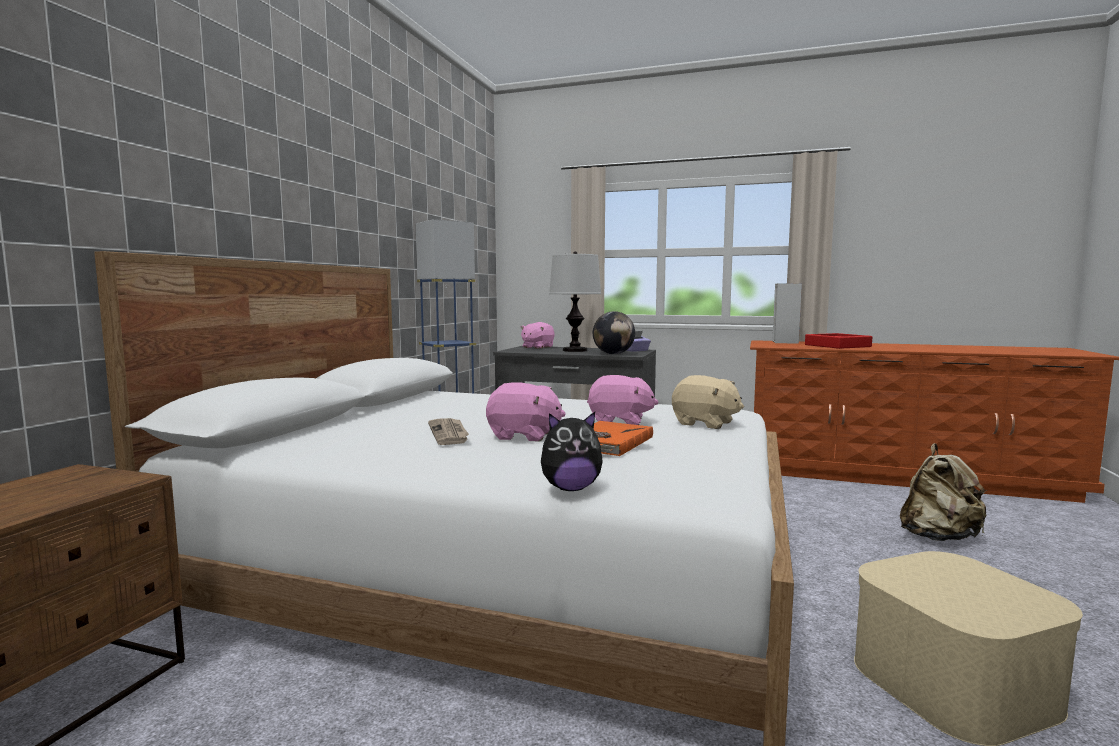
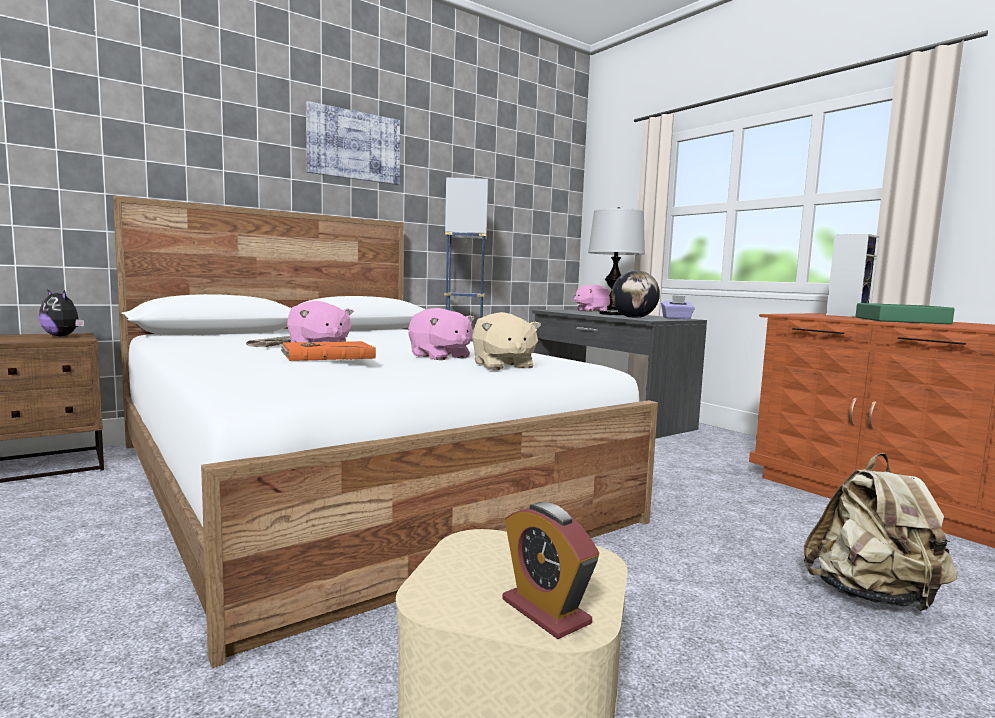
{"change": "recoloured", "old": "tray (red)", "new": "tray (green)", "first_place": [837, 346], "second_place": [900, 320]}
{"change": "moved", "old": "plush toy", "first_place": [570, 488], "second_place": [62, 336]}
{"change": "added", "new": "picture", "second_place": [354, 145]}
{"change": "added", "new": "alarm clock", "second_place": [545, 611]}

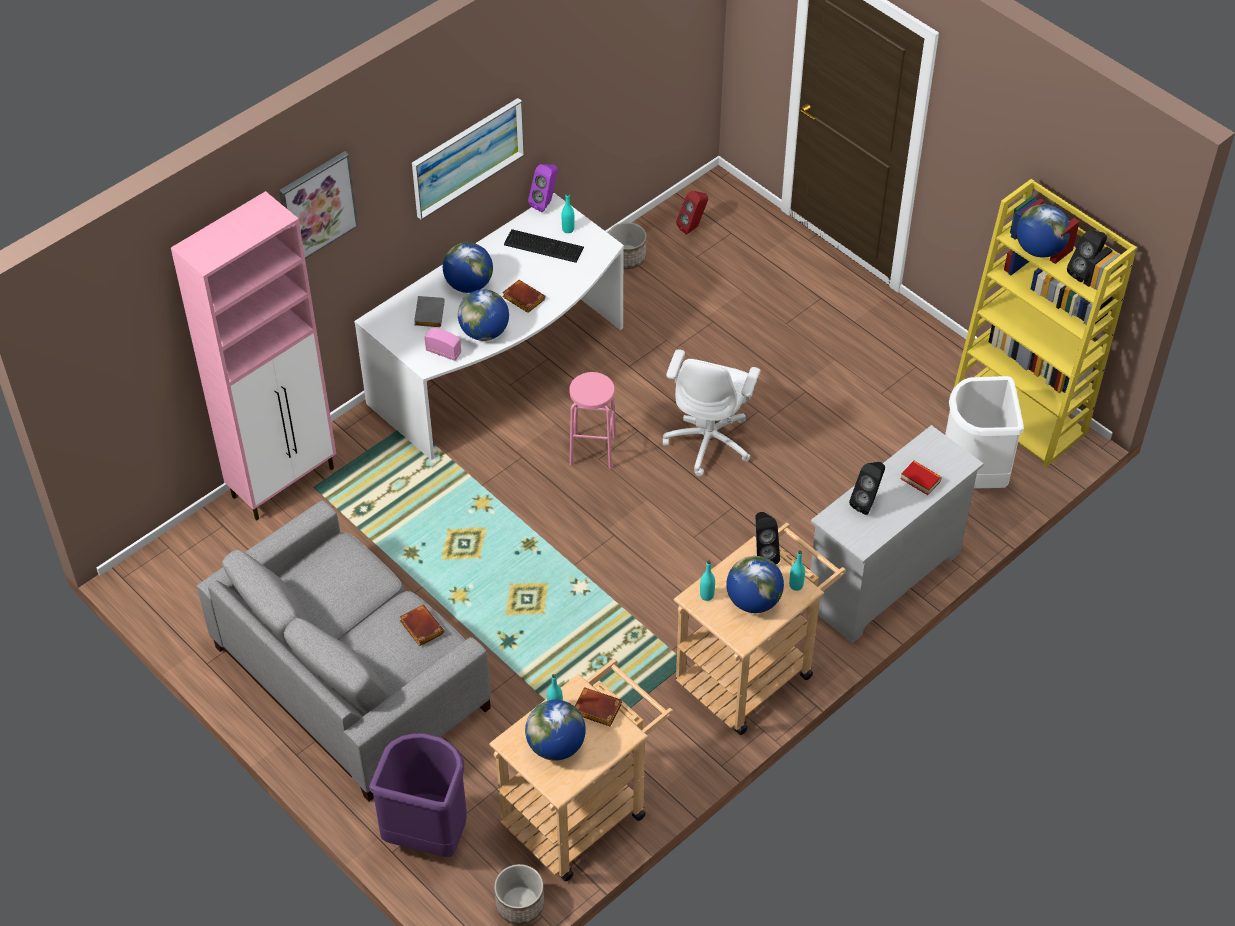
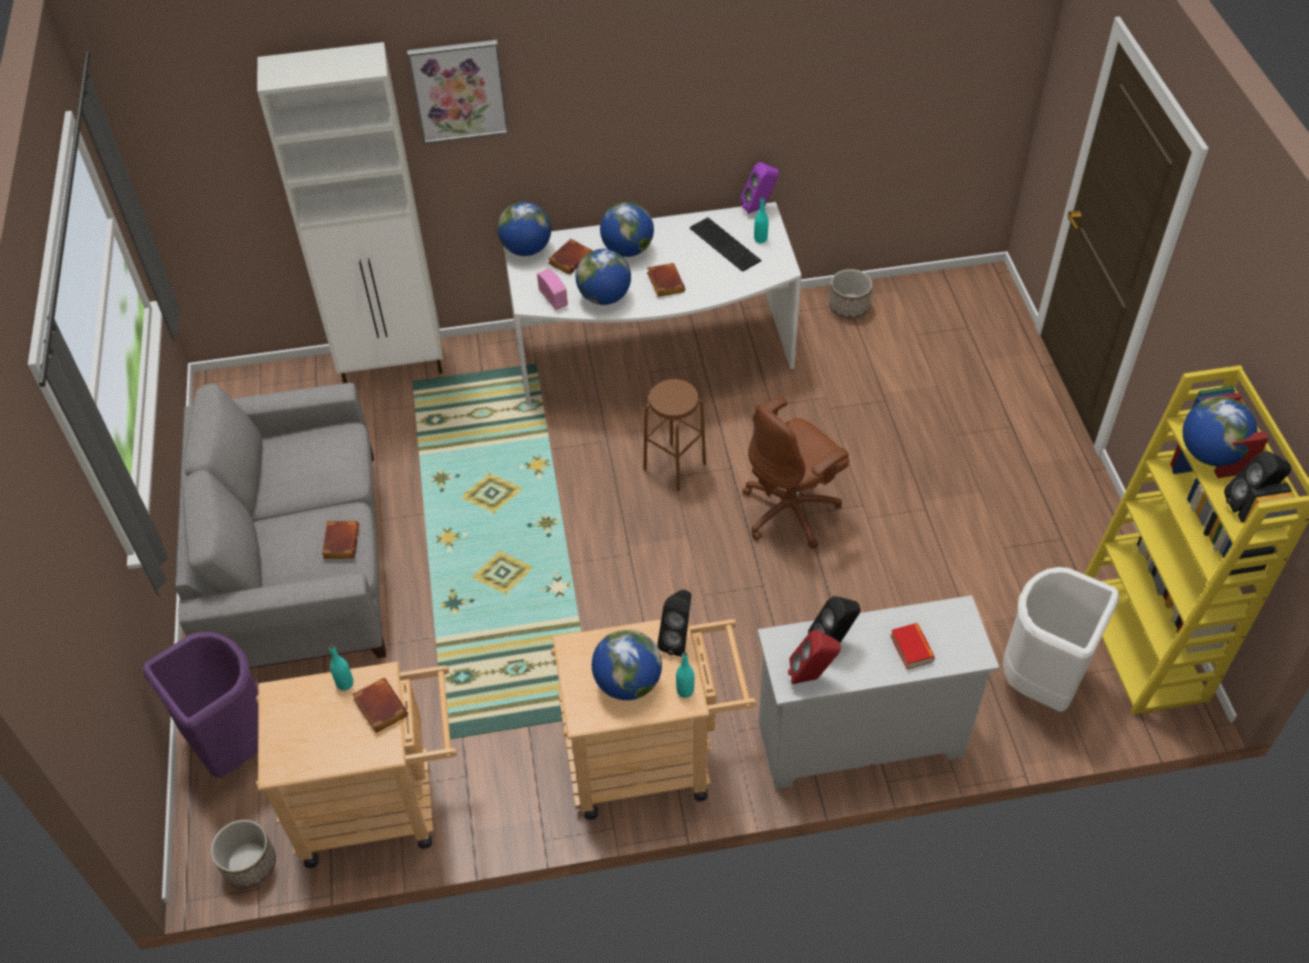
{"change": "removed", "old": "picture", "first_place": [467, 157]}
{"change": "moved", "old": "speaker (red)", "first_place": [693, 227], "second_place": [812, 676]}
{"change": "recoloured", "old": "cabinet (pink)", "new": "cabinet (white)", "first_place": [284, 482], "second_place": [394, 365]}
{"change": "recoloured", "old": "book (grey)", "new": "book (brown)", "first_place": [428, 313], "second_place": [570, 259]}
{"change": "recoloured", "old": "office chair (white)", "new": "office chair (brown)", "first_place": [709, 441], "second_place": [791, 511]}
{"change": "recoloured", "old": "stool (pink)", "new": "stool (brown)", "first_place": [592, 451], "second_place": [674, 466]}
{"change": "removed", "old": "bottle (turquoise)", "first_place": [707, 595]}
{"change": "moved", "old": "globe", "first_place": [556, 745], "second_place": [526, 249]}

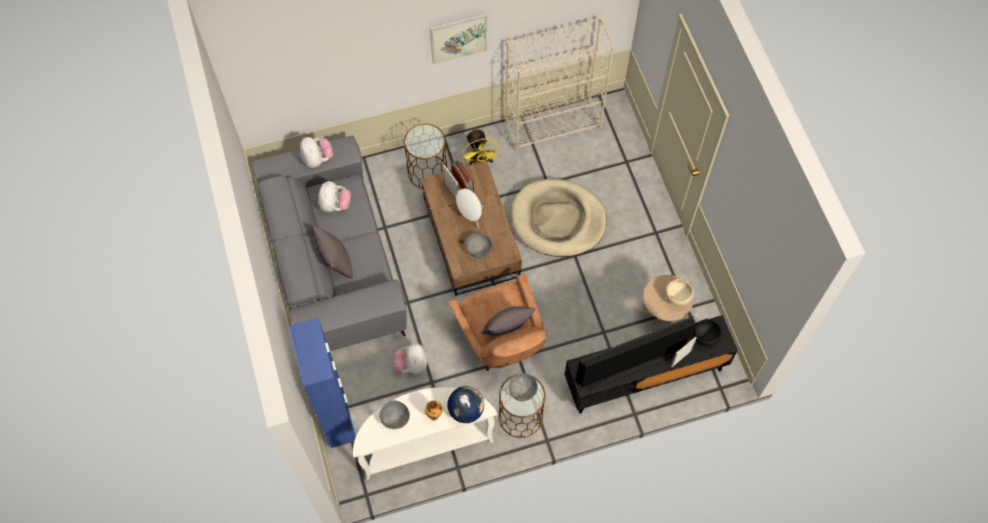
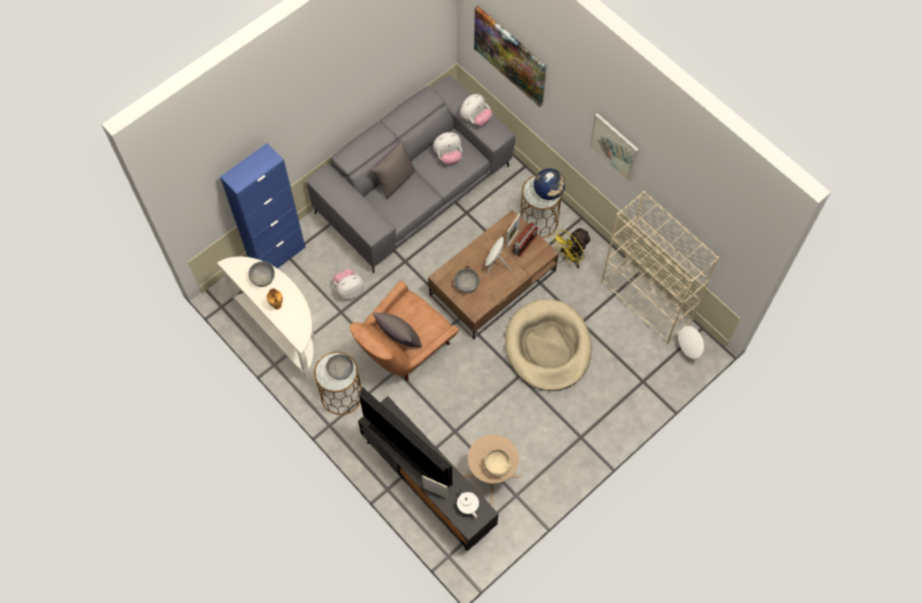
{"change": "replaced", "old": "bowl (black)", "new": "teapot (white)", "first_place": [705, 337], "second_place": [467, 506]}
{"change": "moved", "old": "globe", "first_place": [466, 410], "second_place": [548, 192]}
{"change": "added", "new": "picture", "second_place": [510, 55]}
{"change": "added", "new": "speaker (white)", "second_place": [688, 352]}

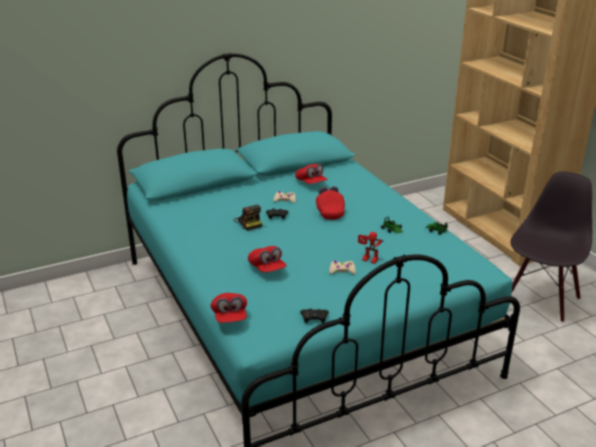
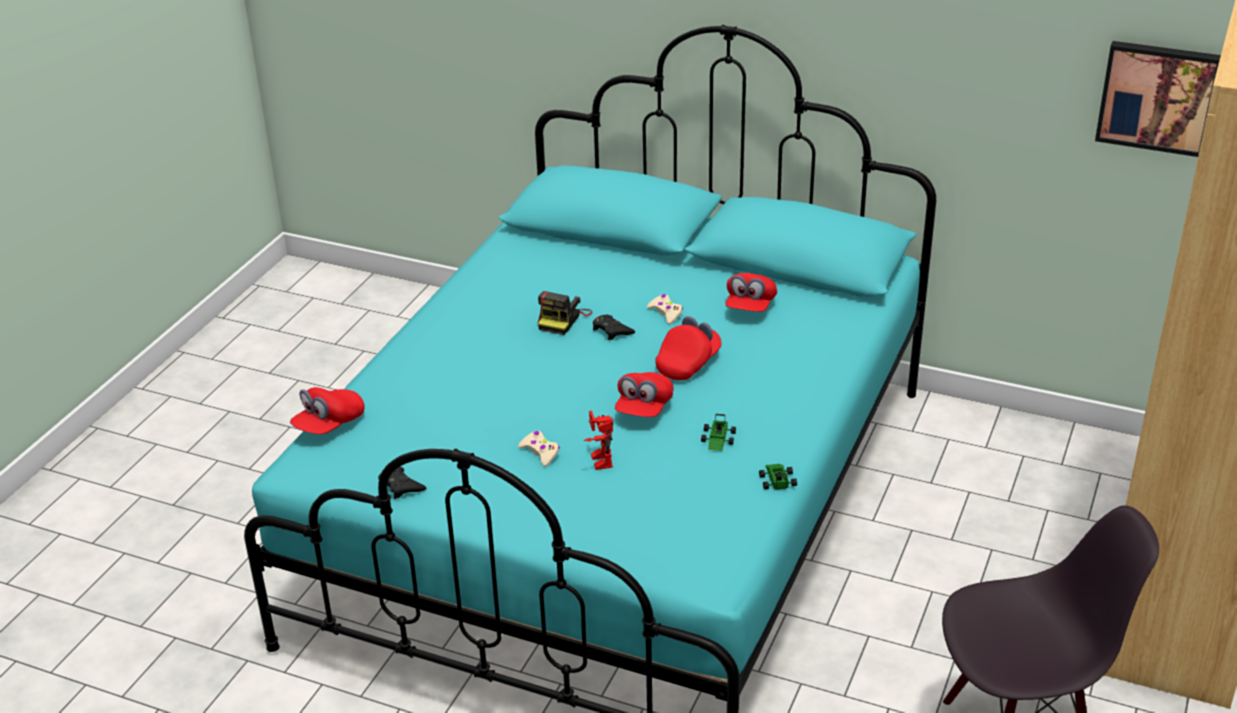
{"change": "moved", "old": "cap (red)", "first_place": [267, 268], "second_place": [644, 408]}
{"change": "added", "new": "picture", "second_place": [1158, 96]}

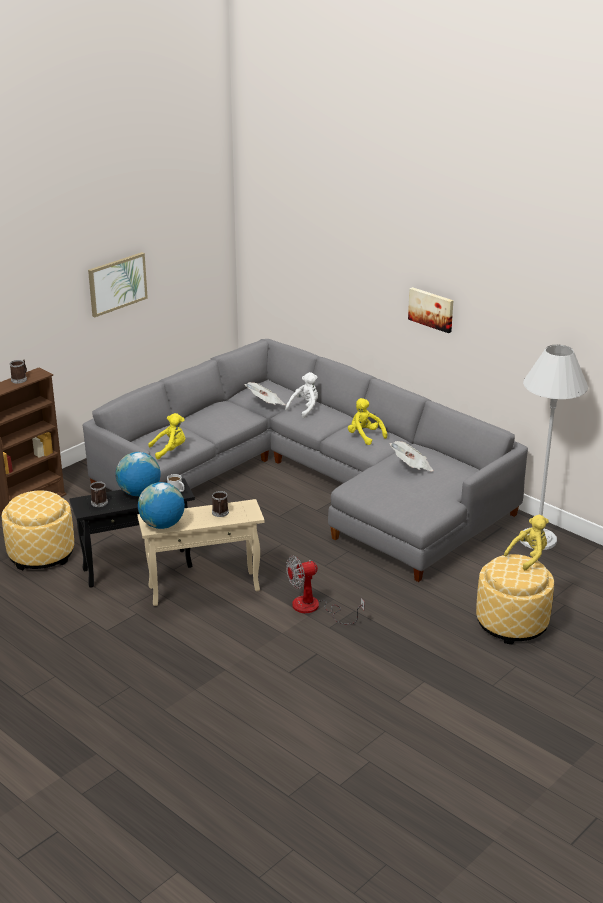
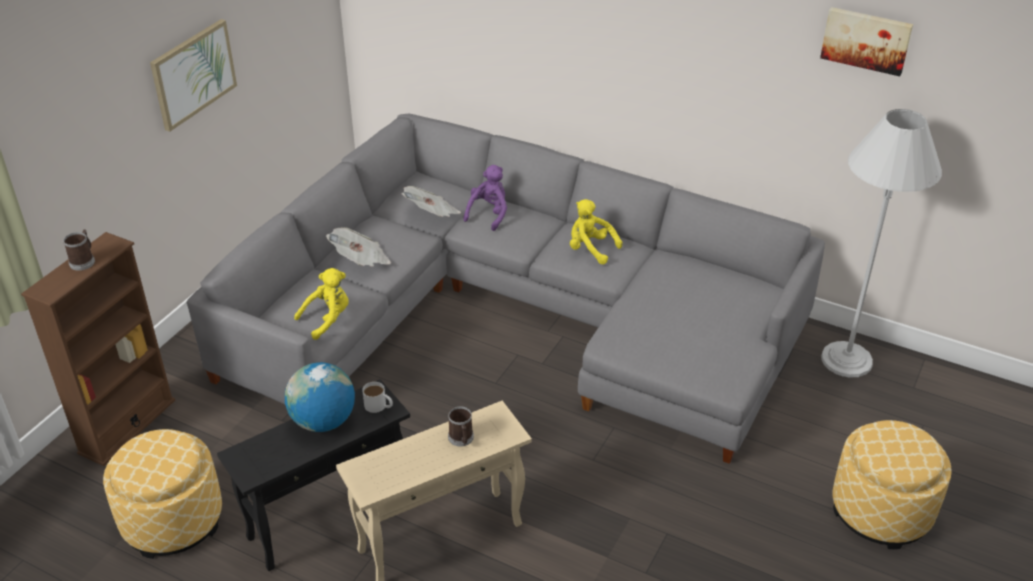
{"change": "moved", "old": "picture", "first_place": [431, 309], "second_place": [866, 40]}
{"change": "recoloured", "old": "plush toy (white)", "new": "plush toy (purple)", "first_place": [305, 408], "second_place": [489, 214]}
{"change": "moved", "old": "newspaper", "first_place": [411, 467], "second_place": [361, 261]}
{"change": "removed", "old": "mug", "first_place": [99, 503]}
{"change": "removed", "old": "globe", "first_place": [162, 525]}
{"change": "removed", "old": "plush toy (yellow)", "first_place": [528, 556]}
{"change": "removed", "old": "fan", "first_place": [314, 608]}

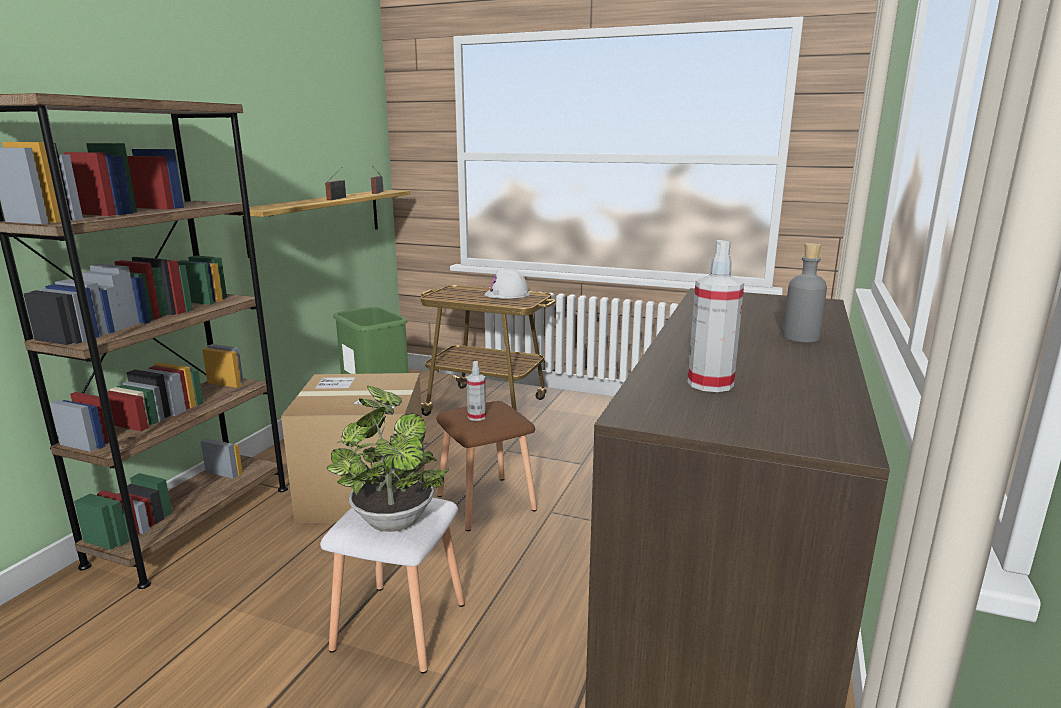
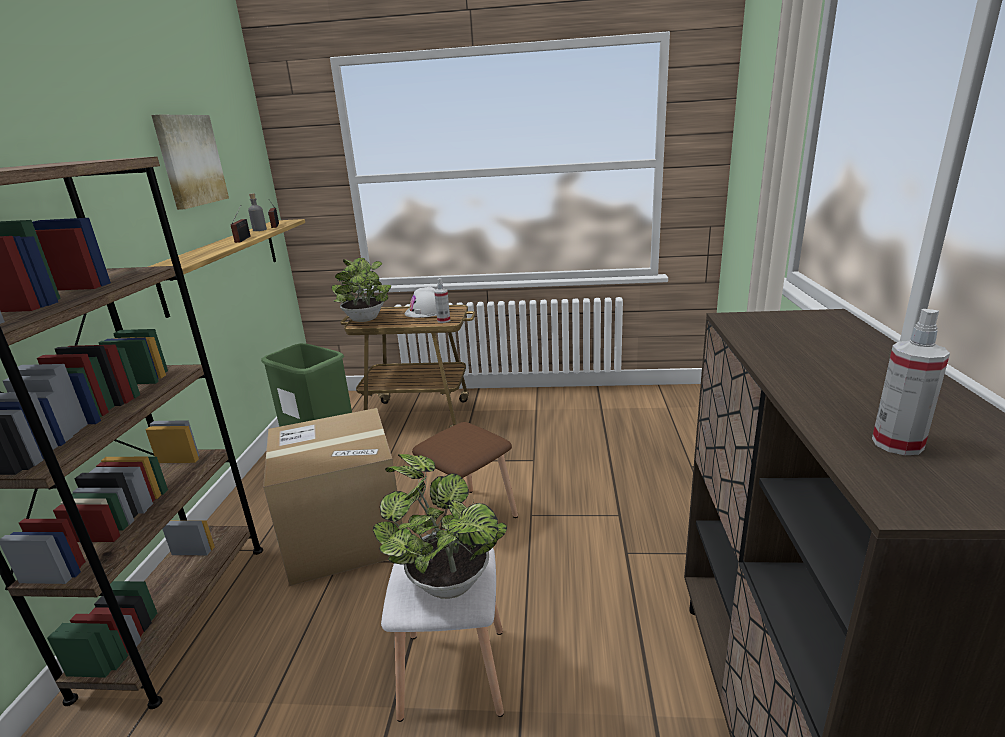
{"change": "moved", "old": "bottle (grey)", "first_place": [800, 337], "second_place": [259, 230]}
{"change": "moved", "old": "spray bottle", "first_place": [477, 417], "second_place": [443, 320]}
{"change": "added", "new": "picture", "second_place": [190, 160]}
{"change": "added", "new": "potted plant", "second_place": [365, 320]}

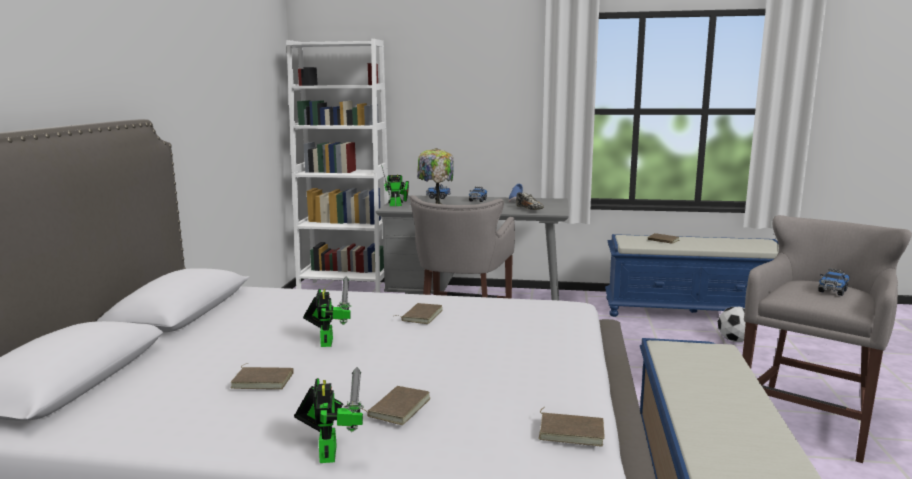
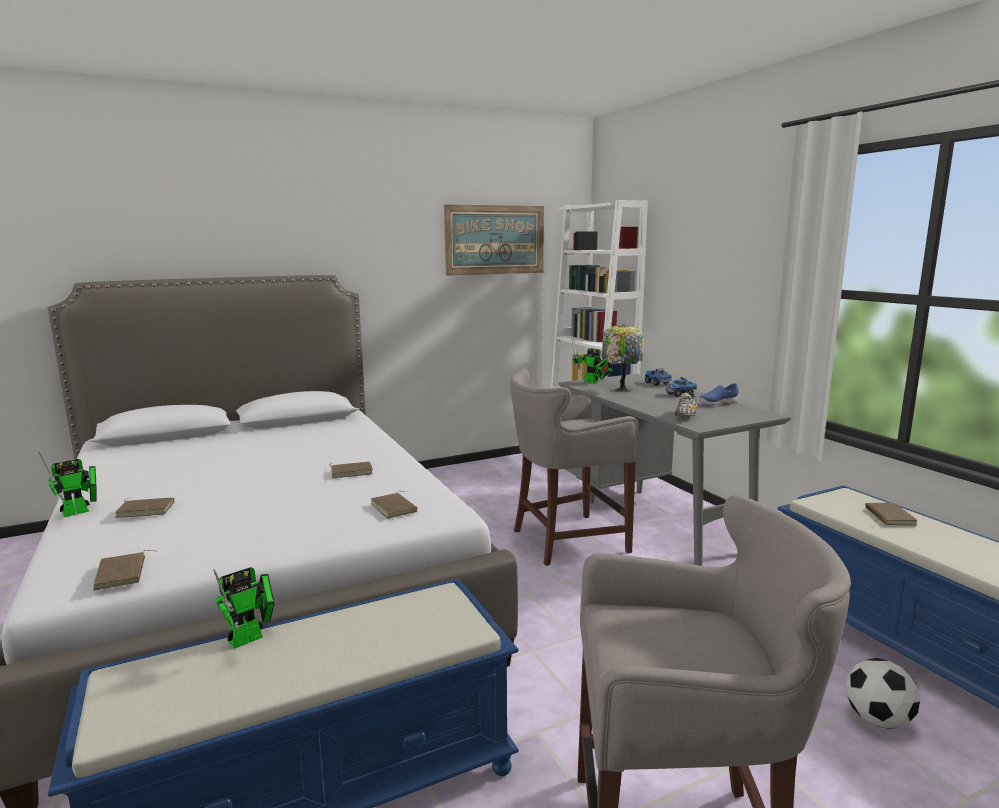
{"change": "removed", "old": "toy truck", "first_place": [832, 291]}
{"change": "moved", "old": "toy robot", "first_place": [327, 341], "second_place": [251, 637]}
{"change": "moved", "old": "book (brown)", "first_place": [263, 380], "second_place": [395, 508]}
{"change": "added", "new": "picture", "second_place": [495, 240]}

